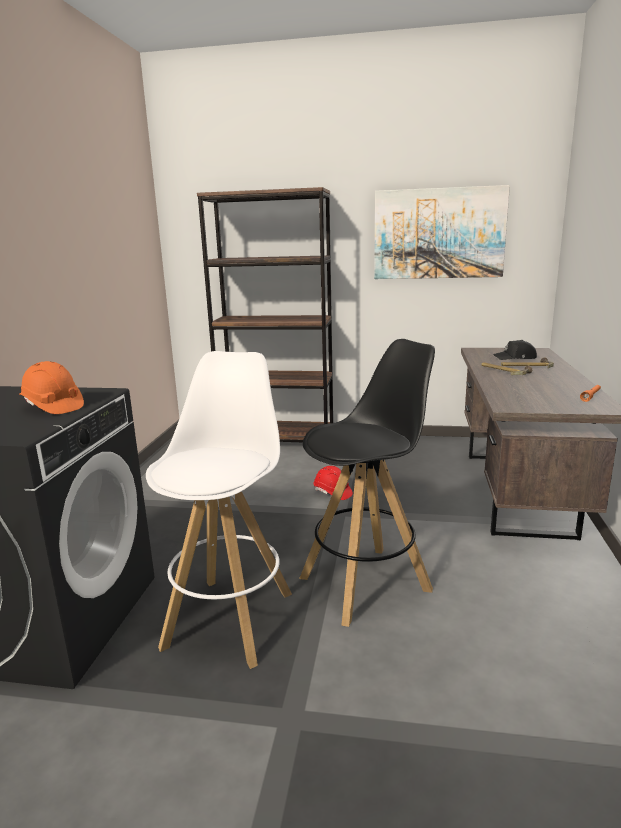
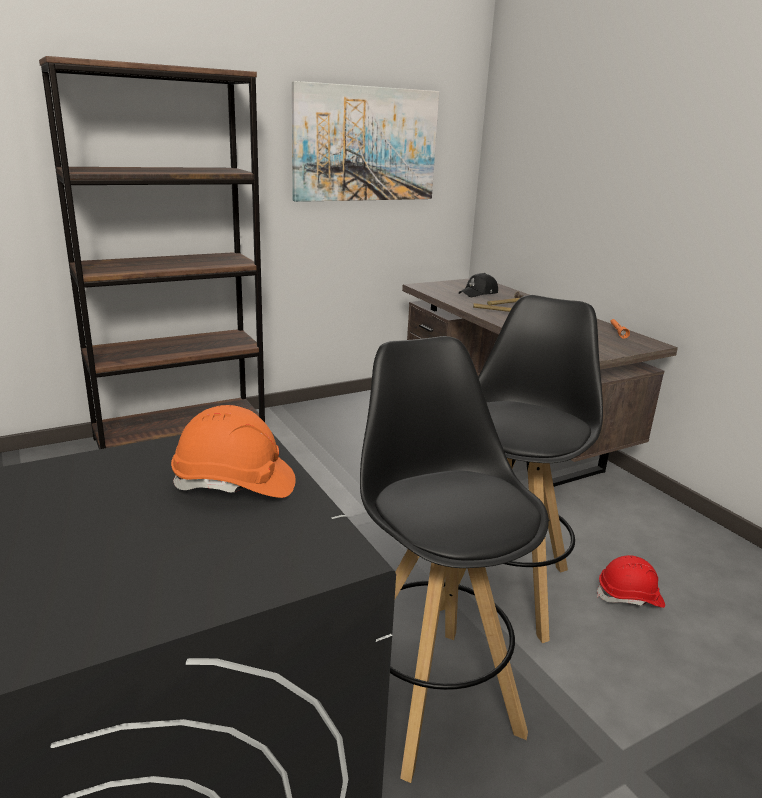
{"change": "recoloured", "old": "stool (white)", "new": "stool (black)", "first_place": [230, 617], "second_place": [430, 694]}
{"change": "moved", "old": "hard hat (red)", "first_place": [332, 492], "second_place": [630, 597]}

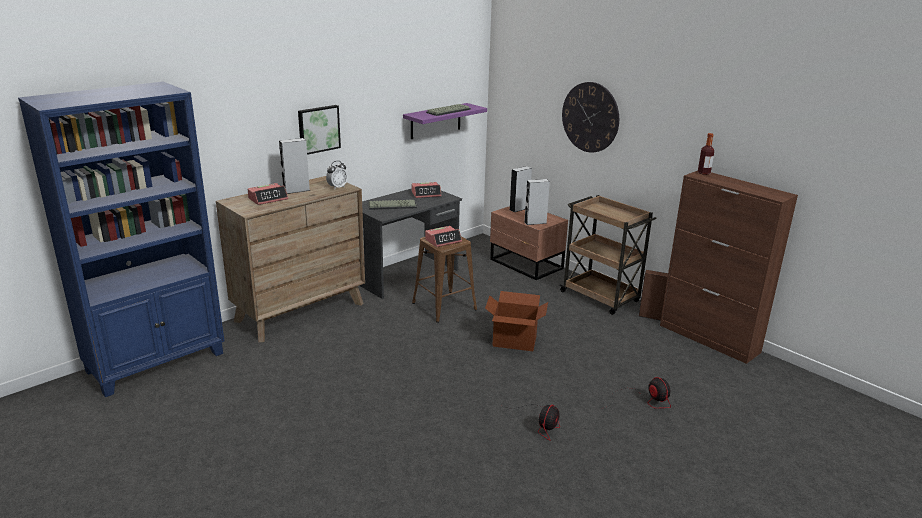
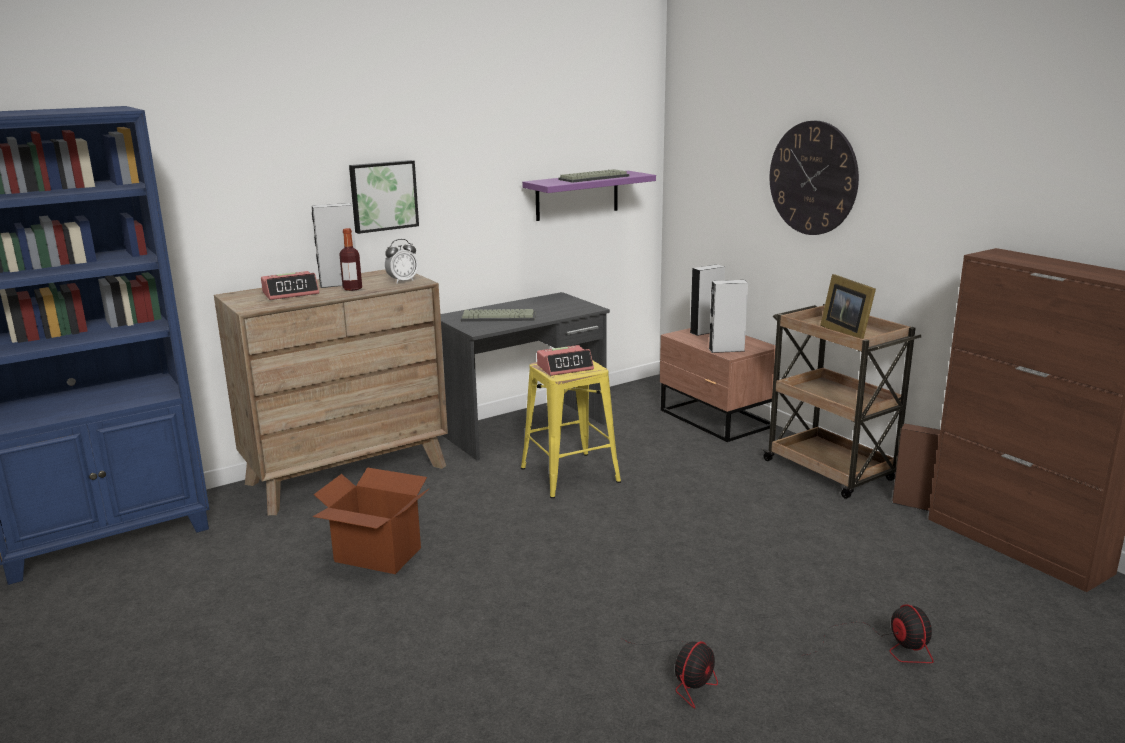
{"change": "moved", "old": "bottle", "first_place": [703, 173], "second_place": [352, 288]}
{"change": "removed", "old": "alarm clock", "first_place": [426, 194]}
{"change": "recoloured", "old": "stool (brown)", "new": "stool (yellow)", "first_place": [444, 306], "second_place": [570, 475]}
{"change": "moved", "old": "cardboard box", "first_place": [514, 341], "second_place": [377, 556]}
{"change": "added", "new": "picture frame", "second_place": [846, 332]}

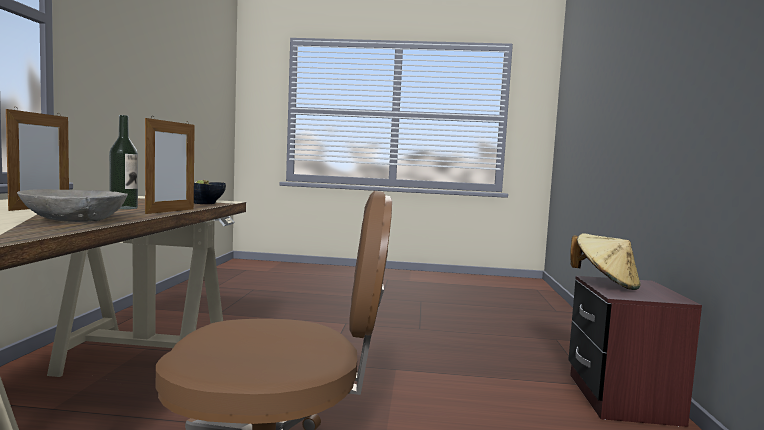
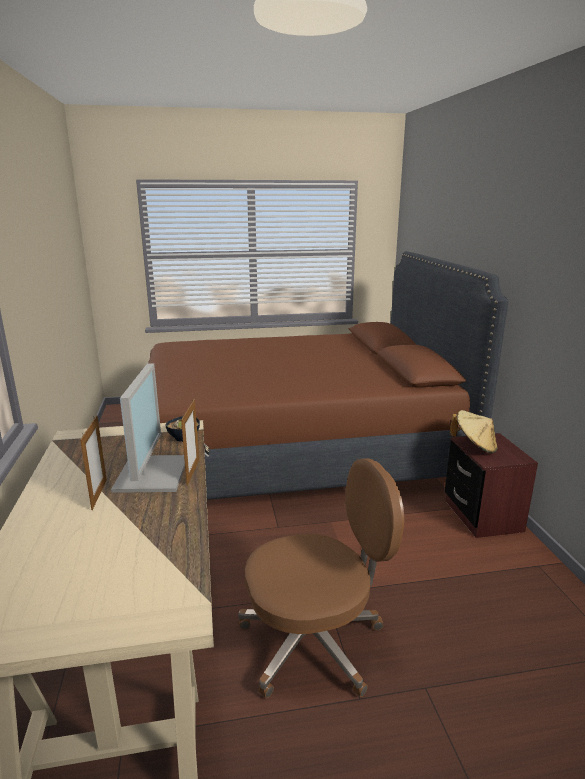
{"change": "replaced", "old": "bottle", "new": "monitor", "first_place": [123, 208], "second_place": [151, 473]}
{"change": "removed", "old": "bowl (grey)", "first_place": [74, 220]}
{"change": "added", "new": "bed (brown)", "second_place": [292, 449]}

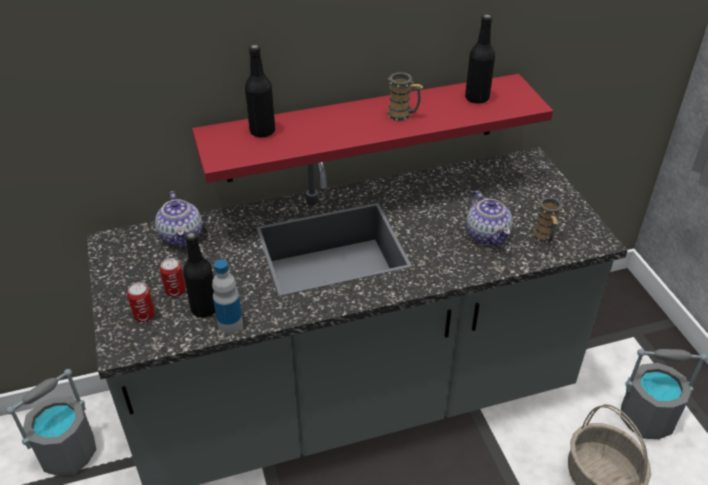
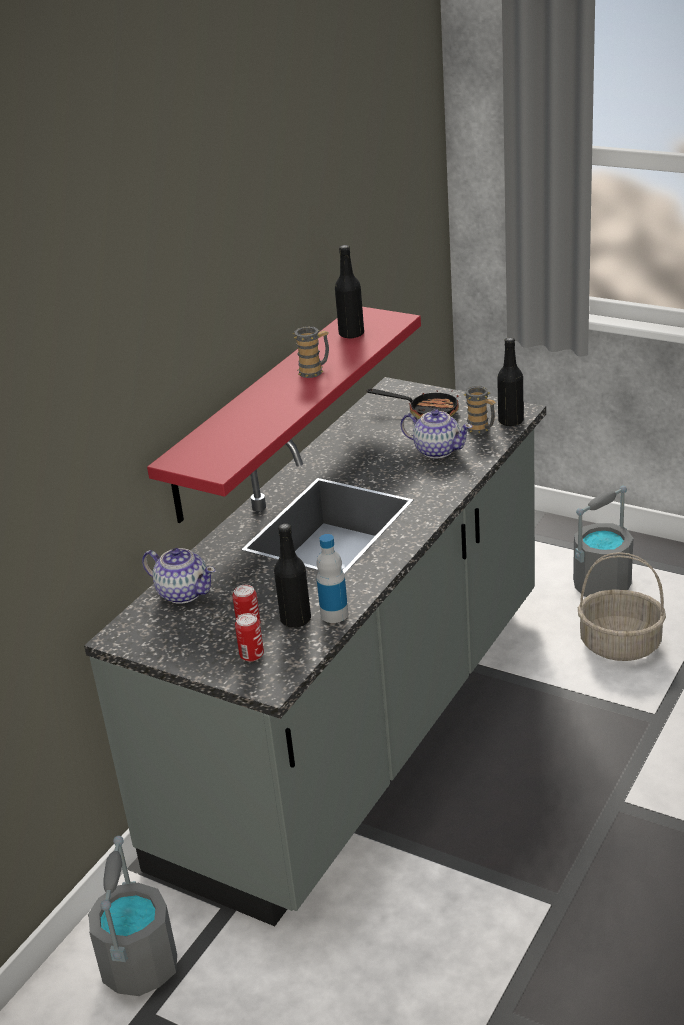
{"change": "moved", "old": "bottle (black)", "first_place": [262, 131], "second_place": [510, 421]}
{"change": "added", "new": "frying pan", "second_place": [425, 412]}

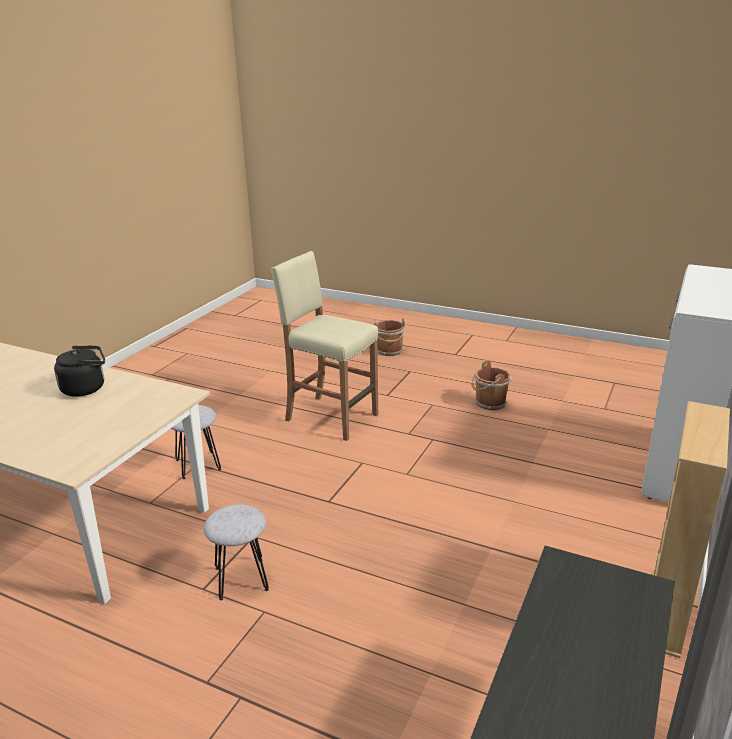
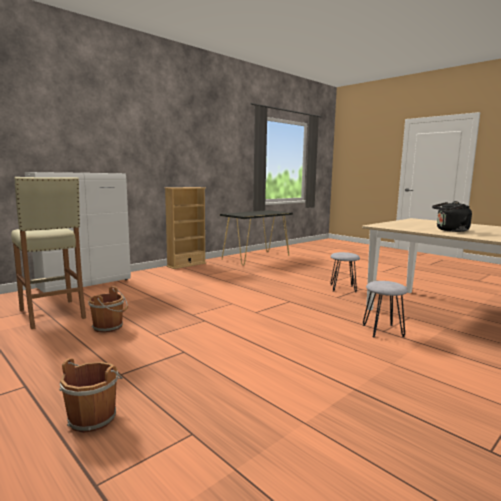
{"change": "moved", "old": "stool (beige)", "first_place": [330, 417], "second_place": [52, 314]}

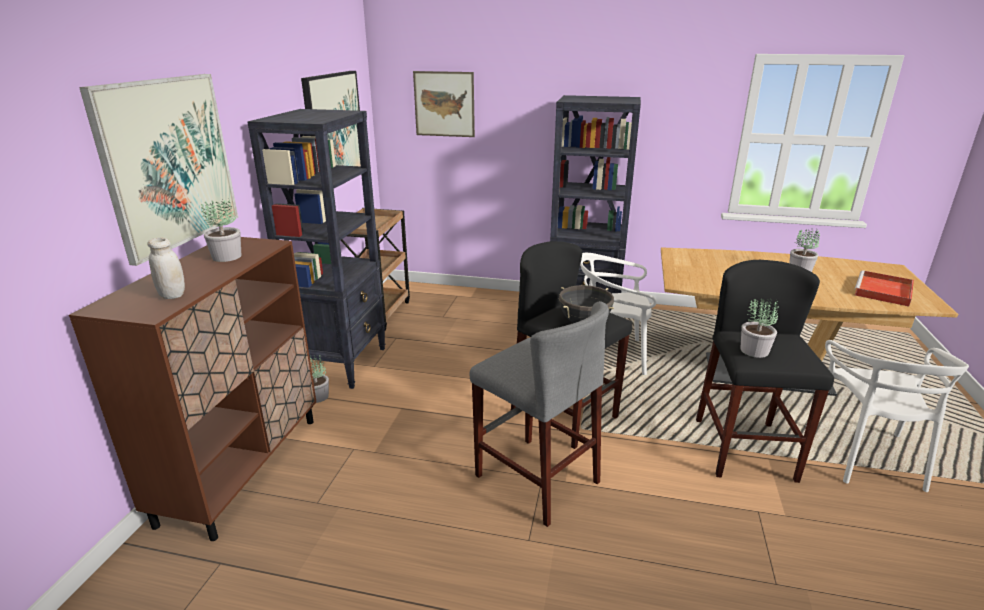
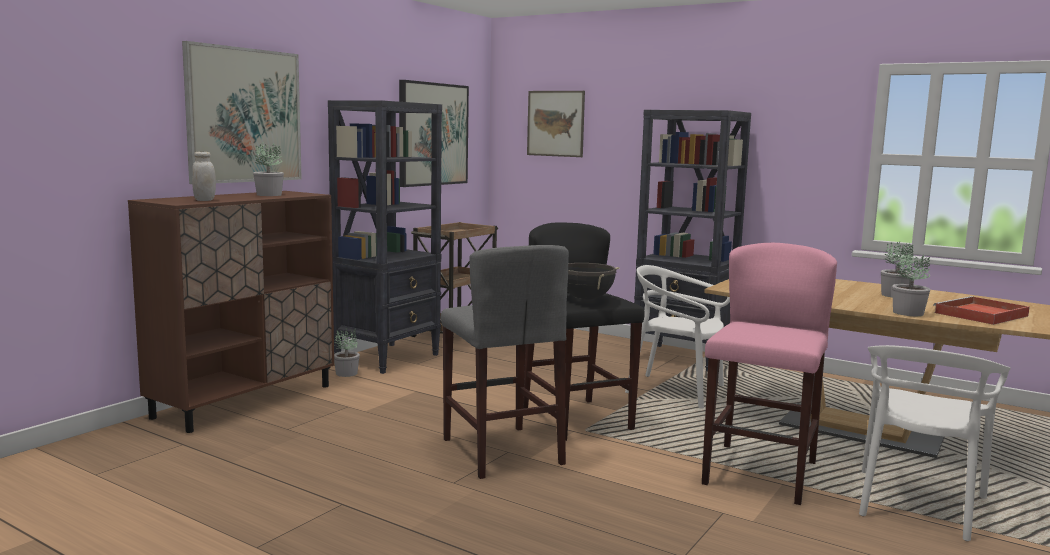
{"change": "recoloured", "old": "stool (black)", "new": "stool (pink)", "first_place": [744, 449], "second_place": [759, 473]}
{"change": "moved", "old": "potted plant", "first_place": [755, 351], "second_place": [908, 313]}

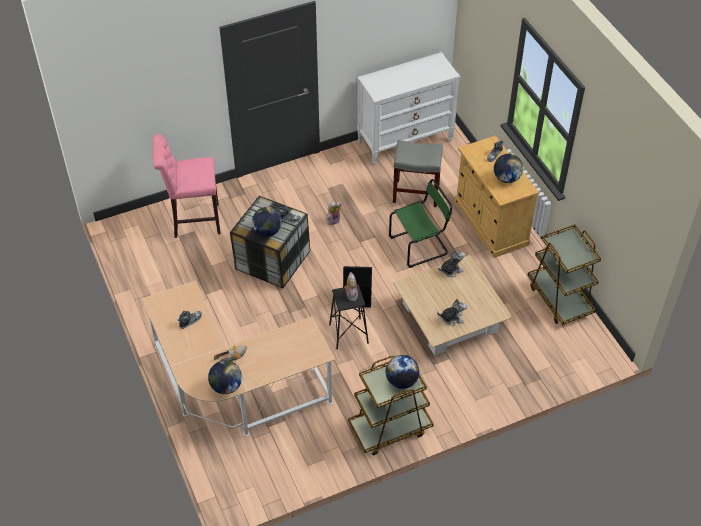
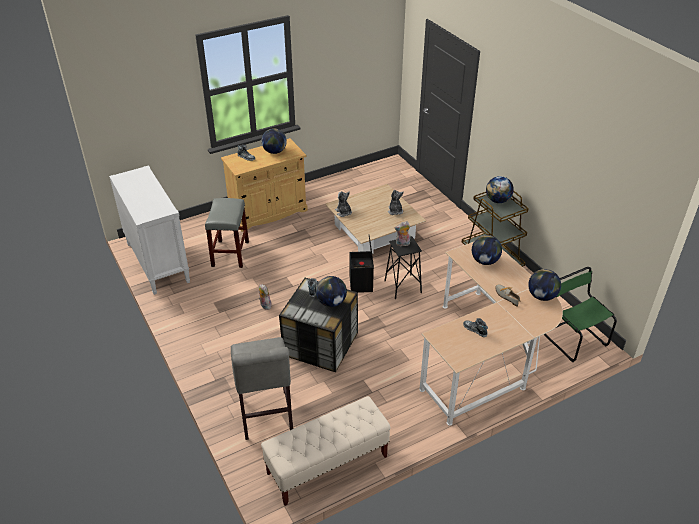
{"change": "recoloured", "old": "stool (pink)", "new": "stool (grey)", "first_place": [193, 221], "second_place": [266, 418]}
{"change": "moved", "old": "chair (green)", "first_place": [420, 245], "second_place": [573, 338]}
{"change": "removed", "old": "cart (brown)", "first_place": [559, 298]}
{"change": "added", "new": "globe", "second_place": [485, 261]}
{"change": "added", "new": "bench (beige)", "second_place": [327, 465]}

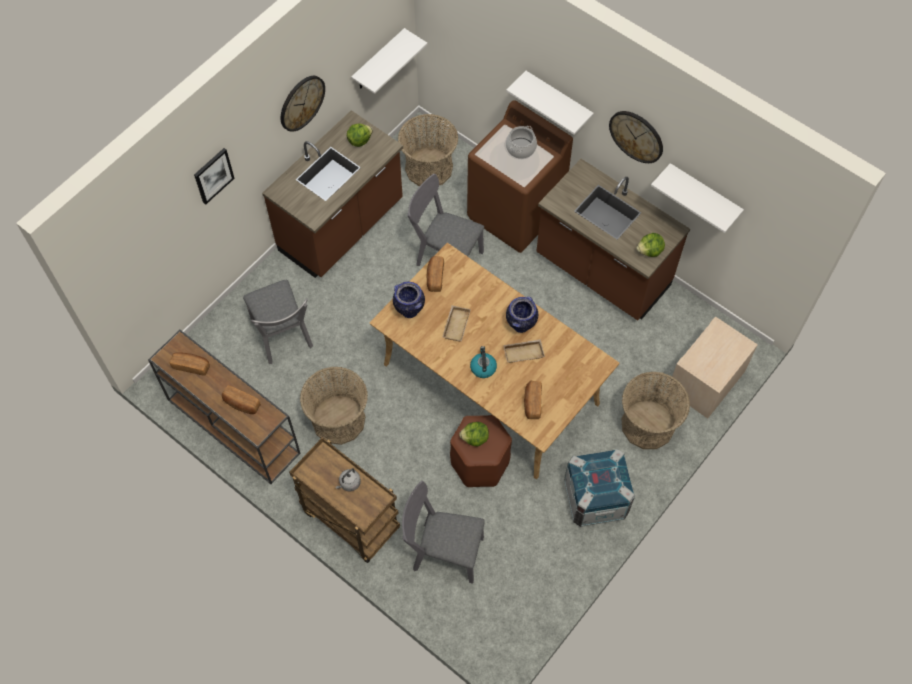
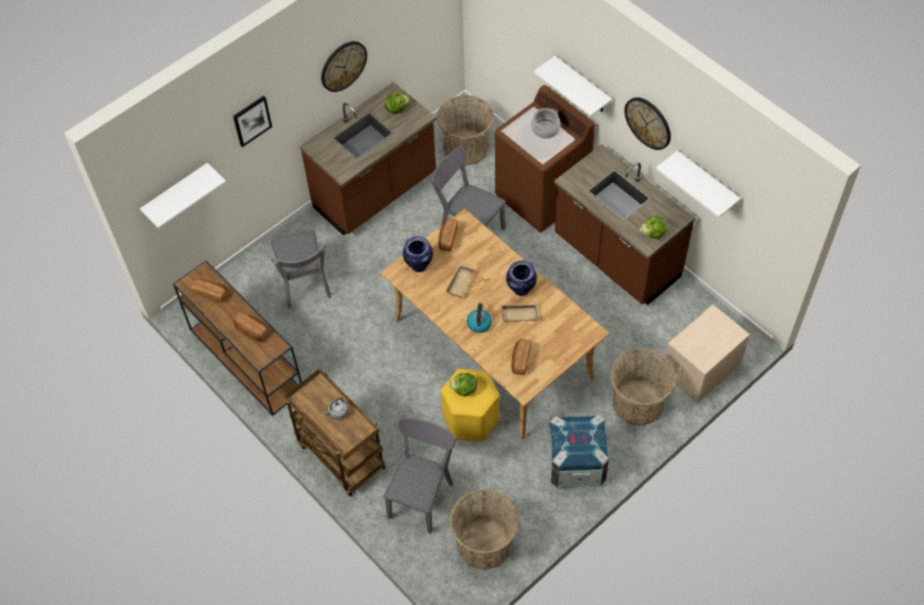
{"change": "moved", "old": "shelf (white)", "first_place": [378, 61], "second_place": [176, 193]}
{"change": "moved", "old": "basket", "first_place": [338, 420], "second_place": [484, 543]}
{"change": "recoloured", "old": "stool (brown)", "new": "stool (yellow)", "first_place": [479, 463], "second_place": [470, 419]}
{"change": "turned", "old": "chair (grey)", "first_place": [442, 552], "second_place": [422, 495], "degrees": 90}

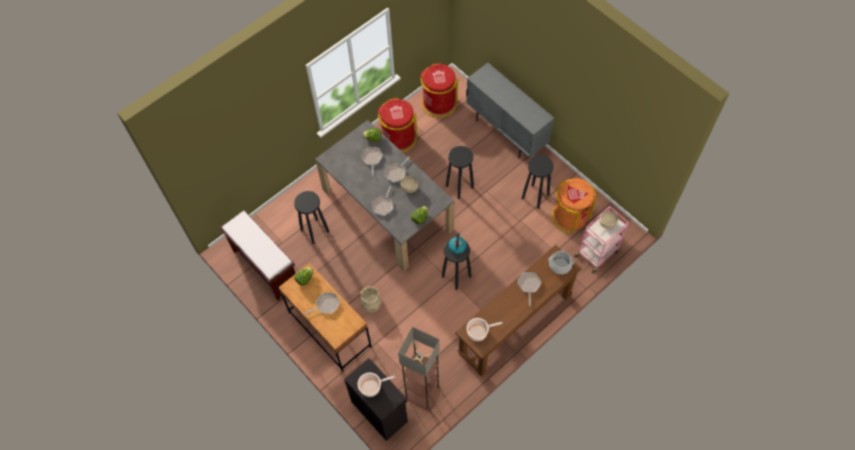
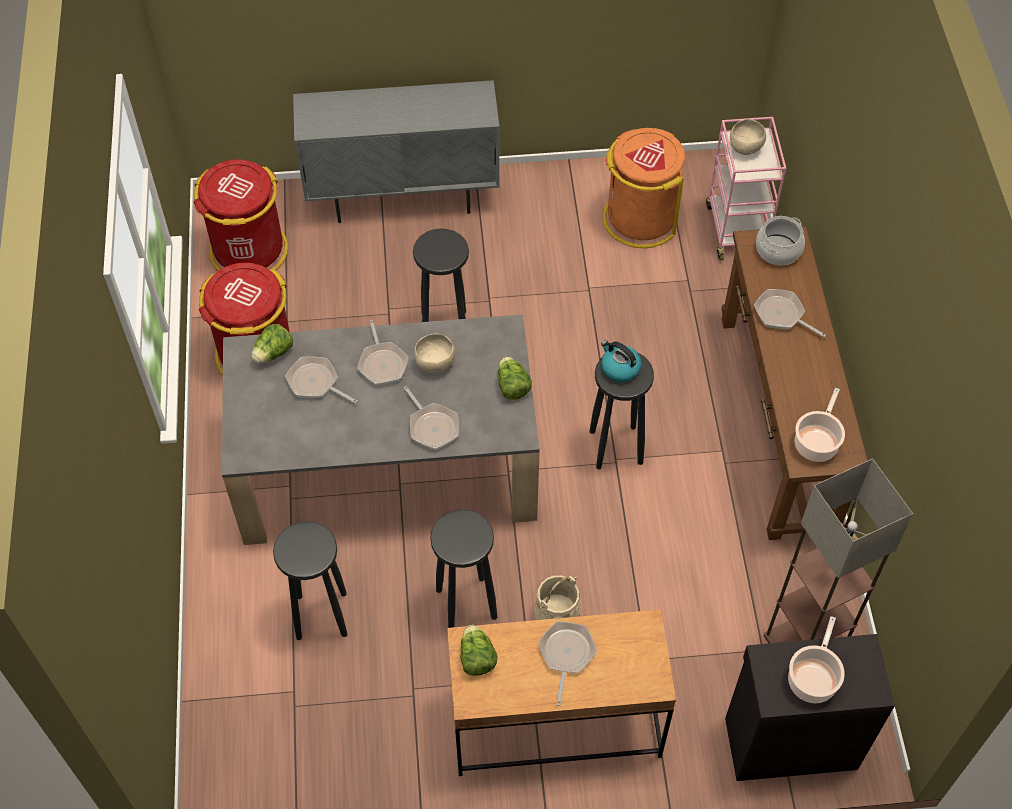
{"change": "moved", "old": "stool (black)", "first_place": [535, 196], "second_place": [465, 603]}
{"change": "removed", "old": "bench (brown)", "first_place": [265, 267]}

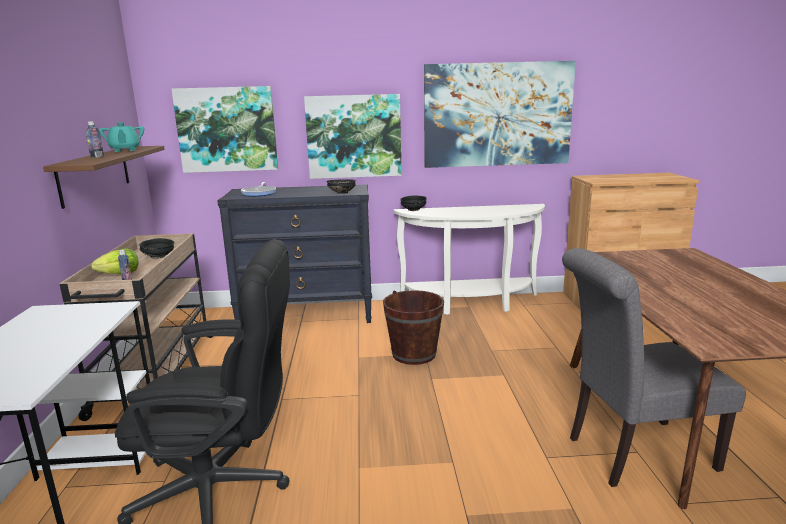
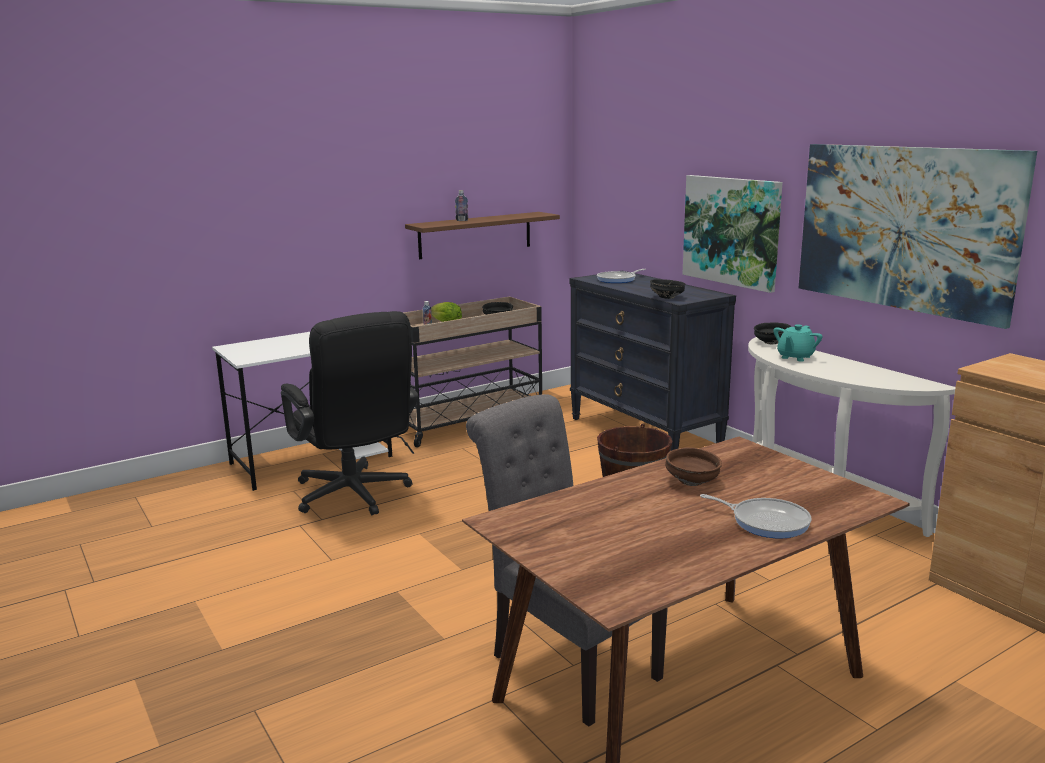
{"change": "removed", "old": "picture", "first_place": [227, 129]}
{"change": "moved", "old": "teapot (turquoise)", "first_place": [125, 150], "second_place": [795, 357]}
{"change": "added", "new": "bowl (brown)", "second_place": [693, 482]}
{"change": "added", "new": "frying pan", "second_place": [766, 521]}

